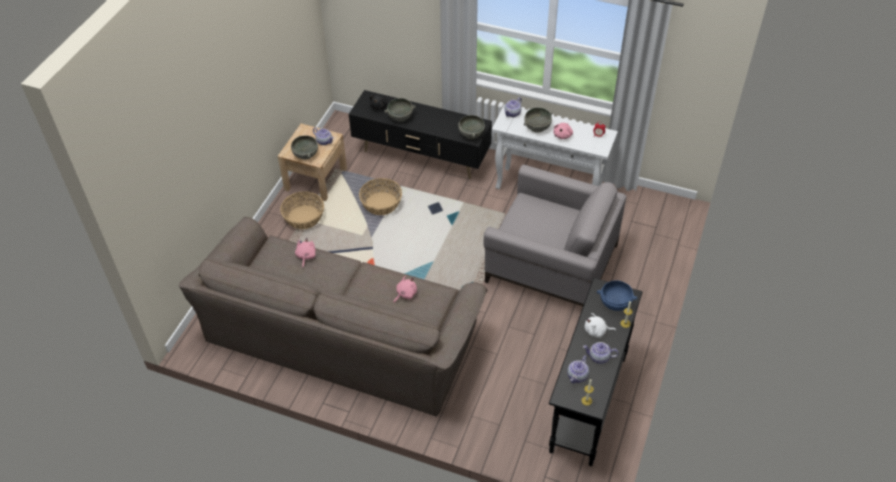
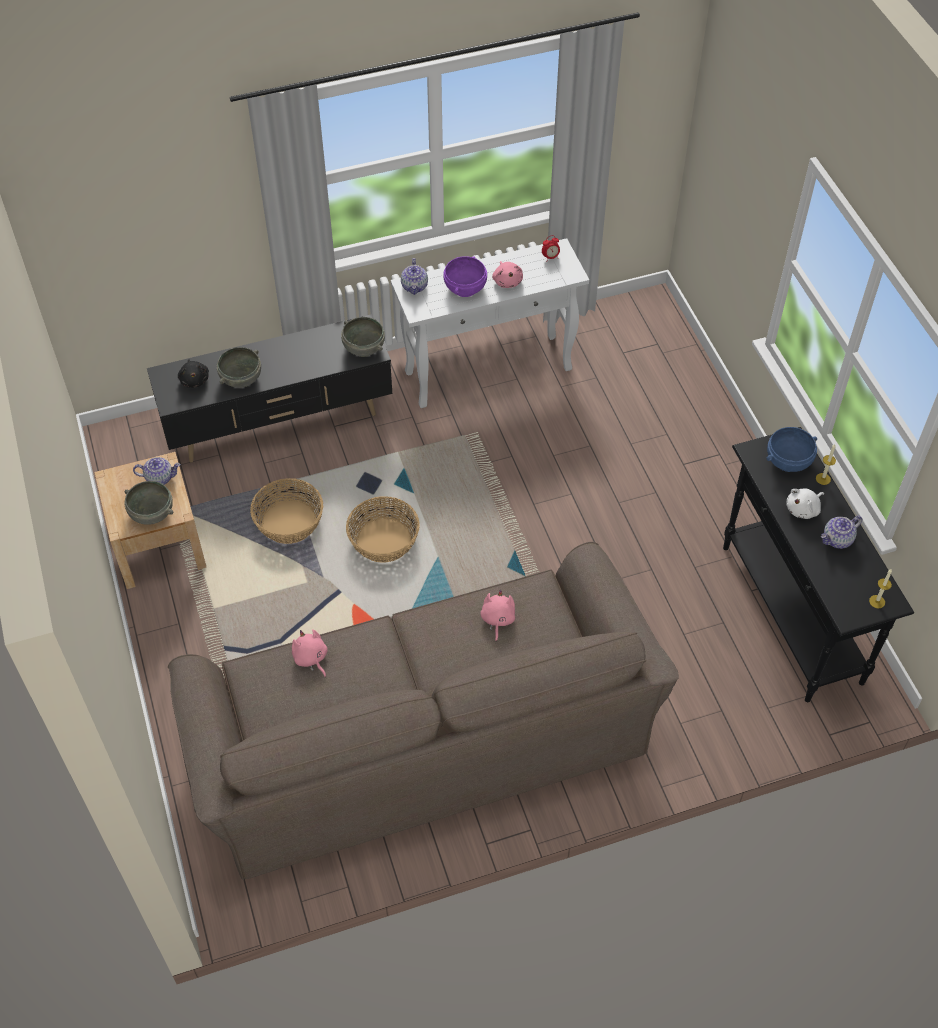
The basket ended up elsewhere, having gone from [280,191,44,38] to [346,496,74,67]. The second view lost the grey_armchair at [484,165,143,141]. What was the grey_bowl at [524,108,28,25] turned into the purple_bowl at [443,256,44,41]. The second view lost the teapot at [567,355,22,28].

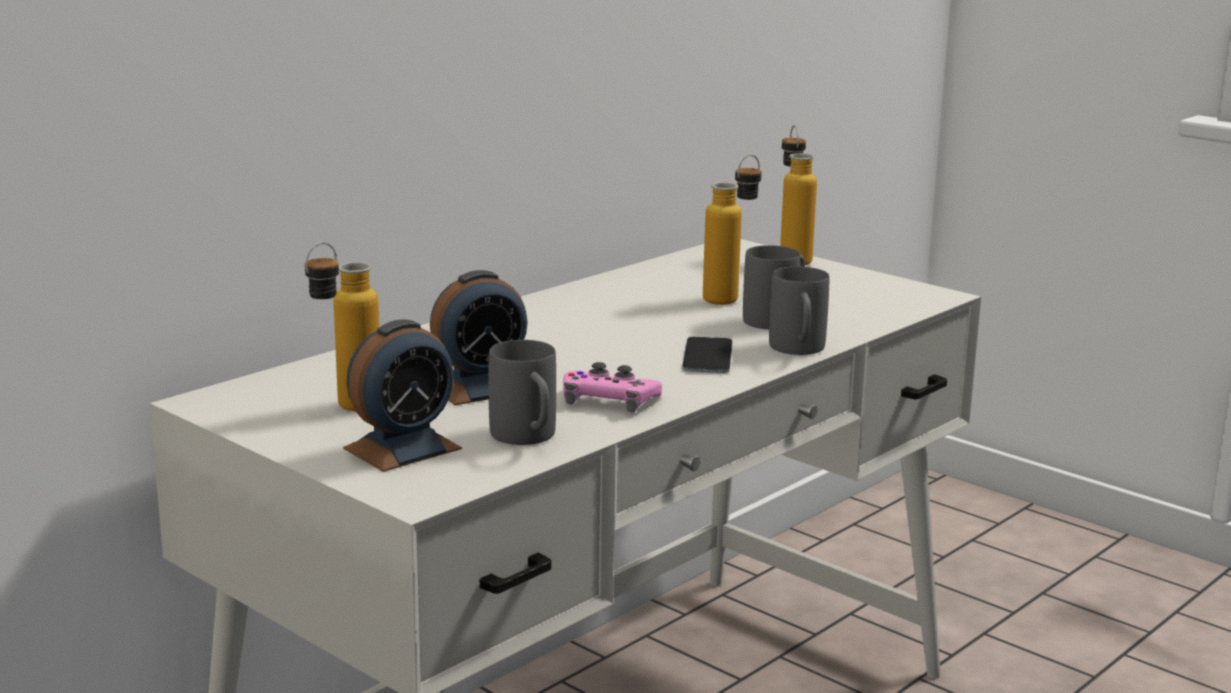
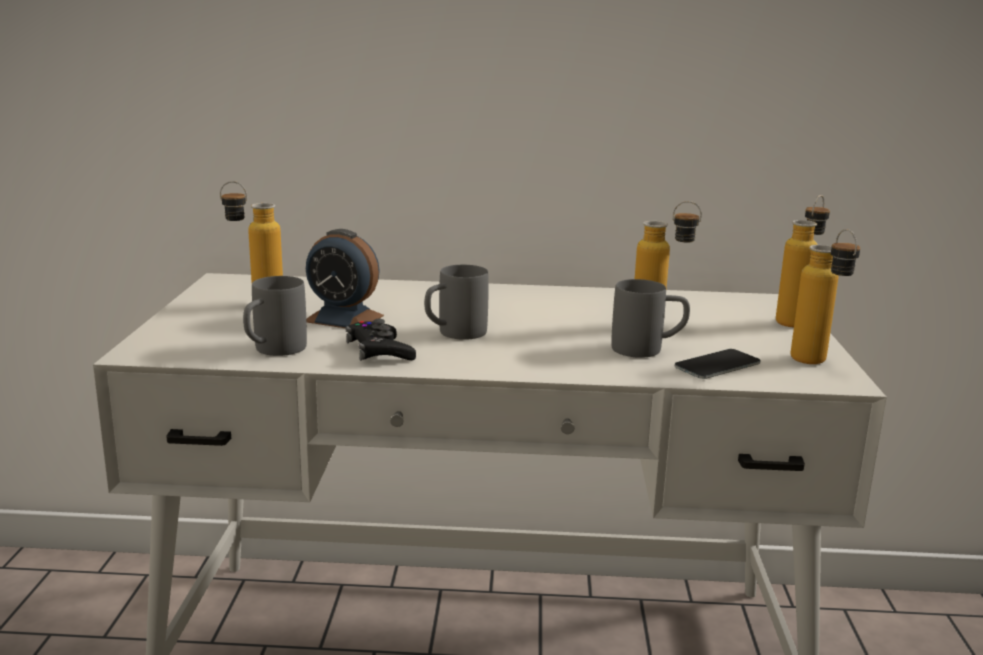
The second view lost the alarm_clock at [343,320,119,152]. What was the pink_game_controller at [563,362,99,50] turned into the black_game_controller at [345,319,71,42]. The phone ended up elsewhere, having gone from [682,337,50,36] to [675,349,85,30]. The grey_mug ended up elsewhere, having gone from [769,266,60,89] to [424,265,65,75]. The second view gained the bottle at [790,229,70,135].

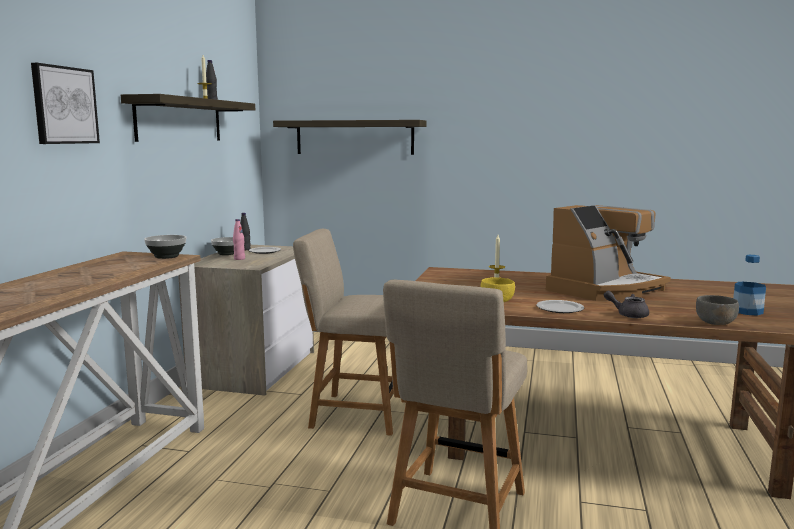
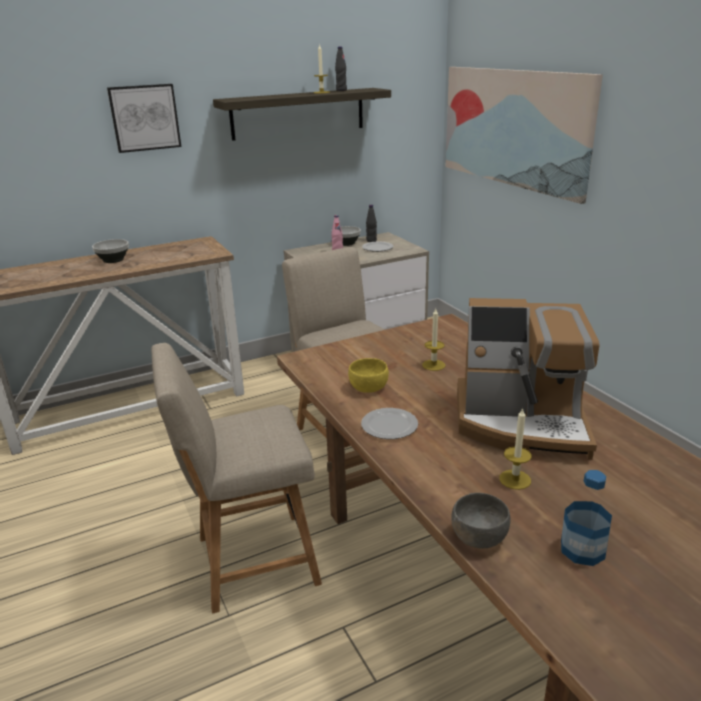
The bowl ended up elsewhere, having gone from [144,235,42,24] to [92,239,37,24]. Where the shelf hung at [273,120,154,35], the picture came to hang at [445,67,158,137]. The second view lost the grey_teapot at [604,291,45,27]. The second view gained the candle at [499,408,33,82].

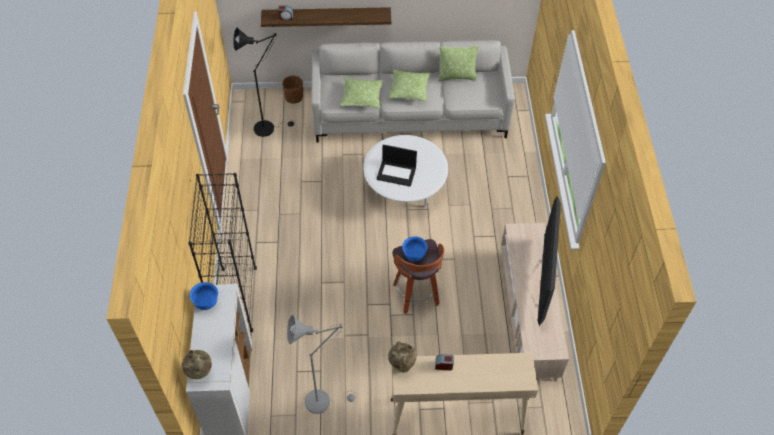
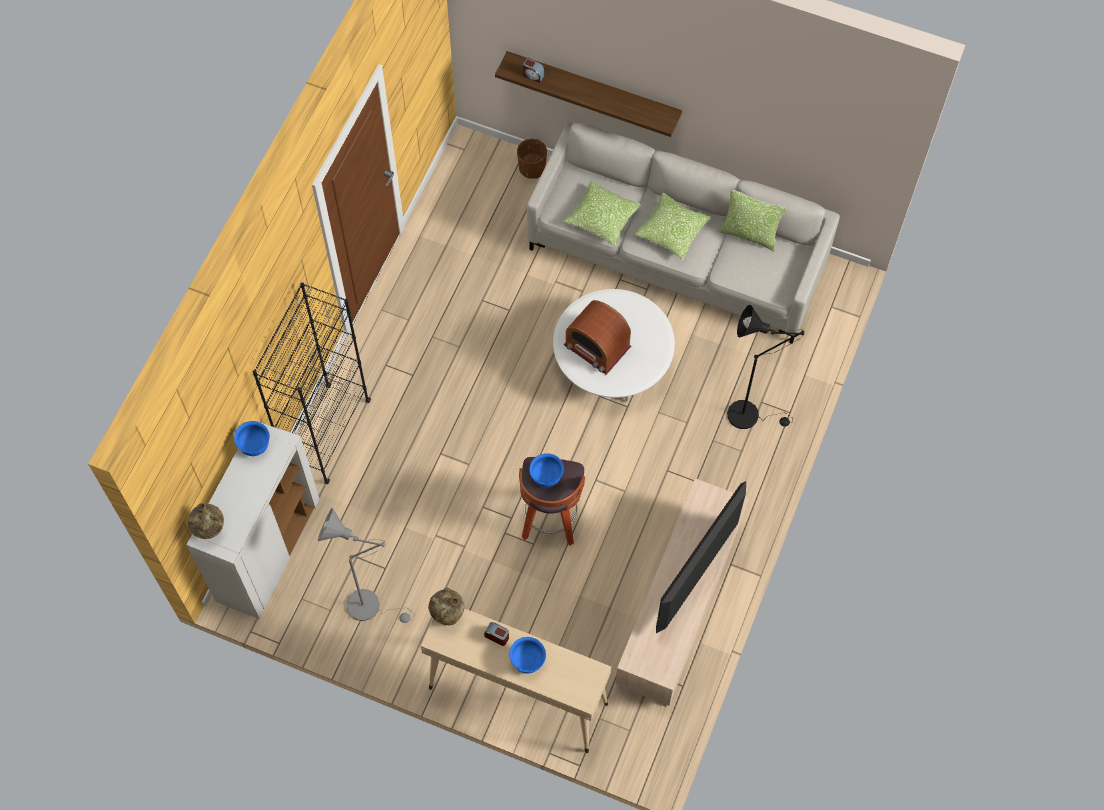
The black_floor_lamp ended up elsewhere, having gone from [233,28,63,109] to [727,305,78,124]. Where the laptop stood at [376,145,41,42], the radio came to stand at [564,300,67,75]. The second view gained the blue_bowl at [510,637,36,37].

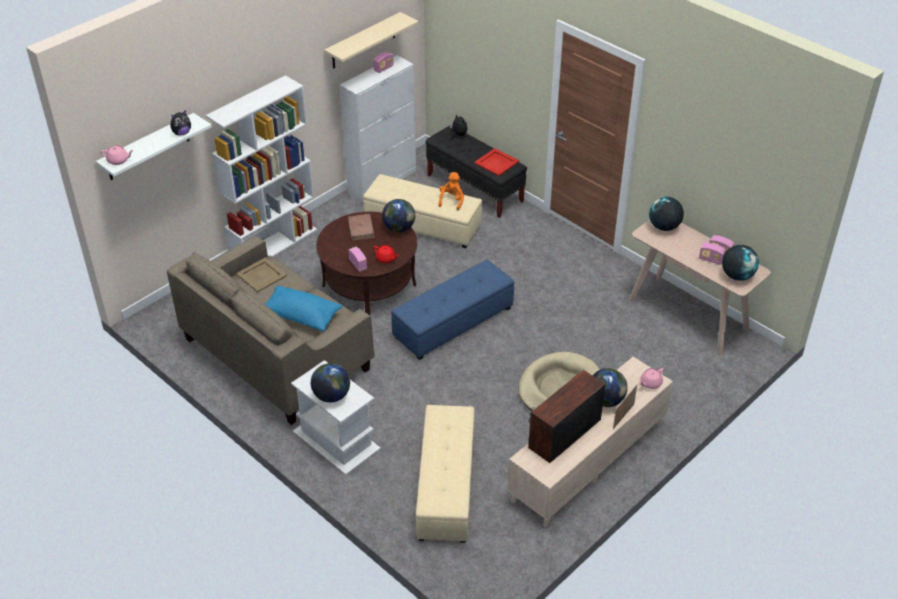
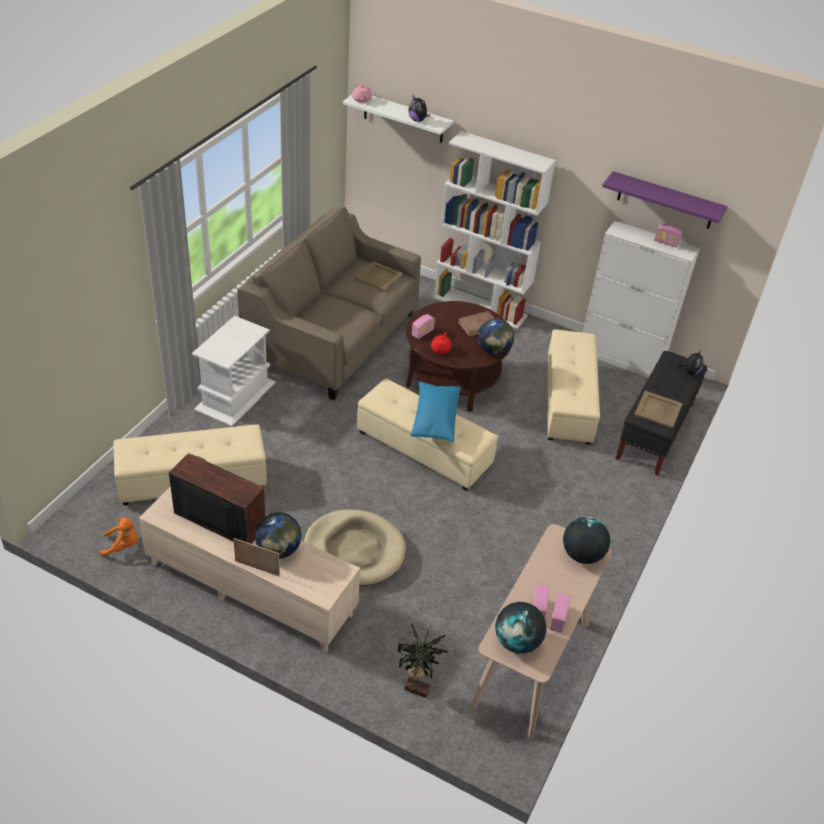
The blue_pillow ended up elsewhere, having gone from [265,286,78,46] to [410,382,51,60]. The second view lost the globe at [311,363,39,40]. What was the beige_shelf at [324,12,95,57] turned into the purple_shelf at [602,171,126,58]. What was the blue_ottoman at [391,260,123,100] turned into the beige_ottoman at [357,378,141,113]. The orange_plush_toy ended up elsewhere, having gone from [438,172,26,38] to [99,518,39,38]. What was the red_tray at [474,148,45,28] turned into the beige_tray at [634,391,49,37]. The second view lost the pink_teapot at [639,368,25,21]. The second view gained the potted_plant at [398,623,50,75].

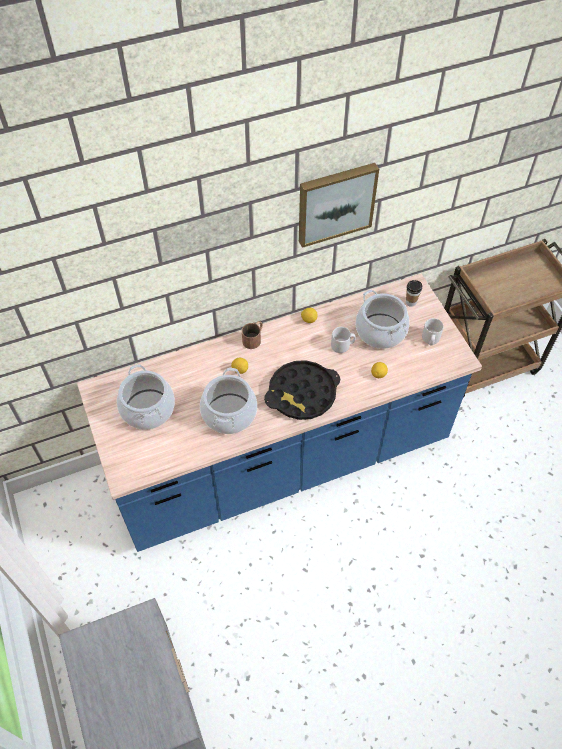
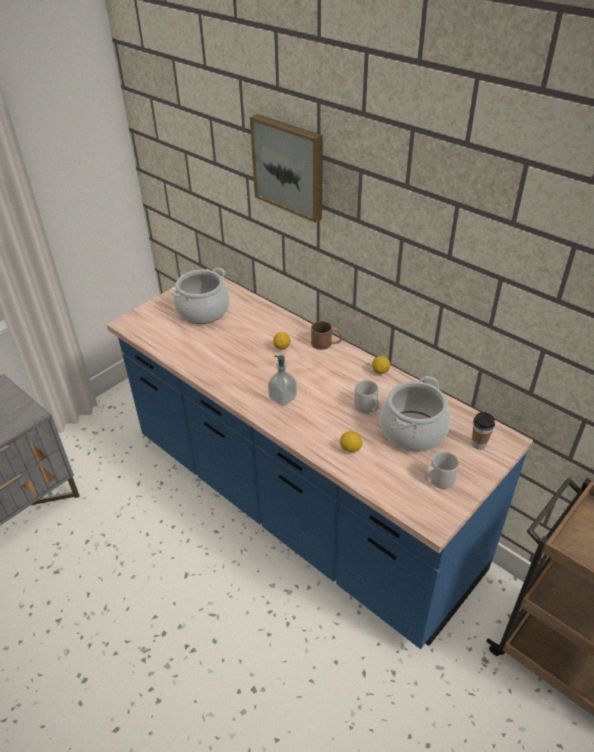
The second view lost the cooking_pot at [200,368,57,66]. Where the black_tray stood at [264,360,76,60], the soap_dispenser came to stand at [268,355,29,51]. The picture ended up elsewhere, having gone from [299,163,80,85] to [250,114,73,109].

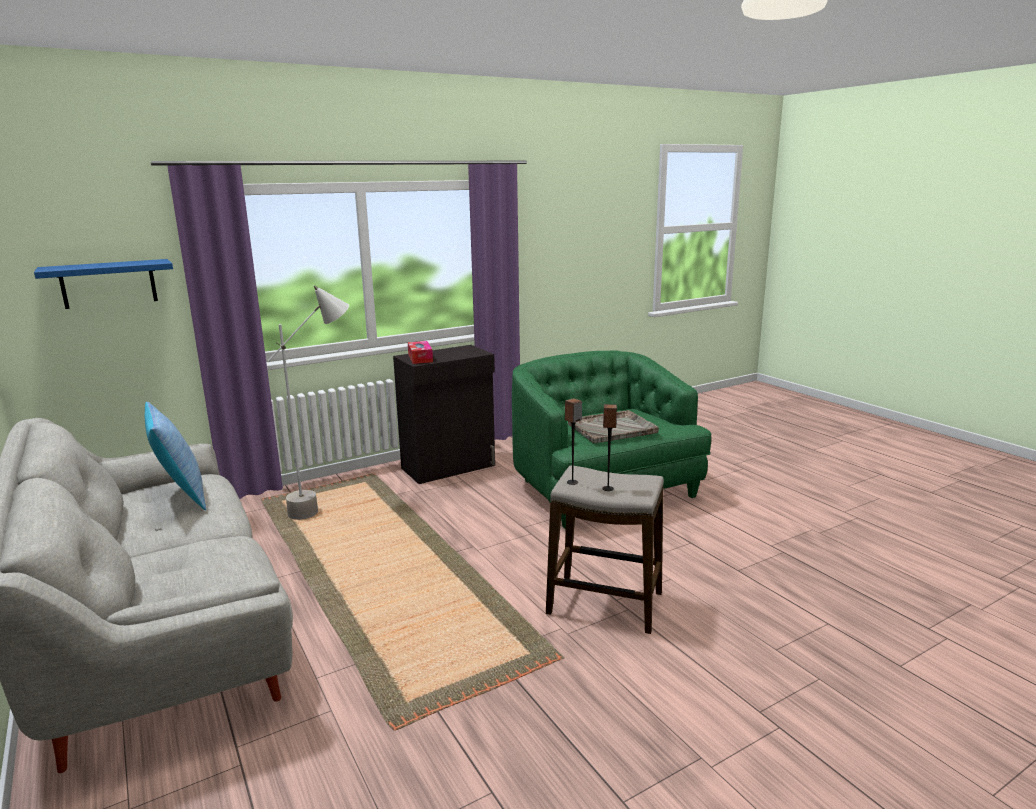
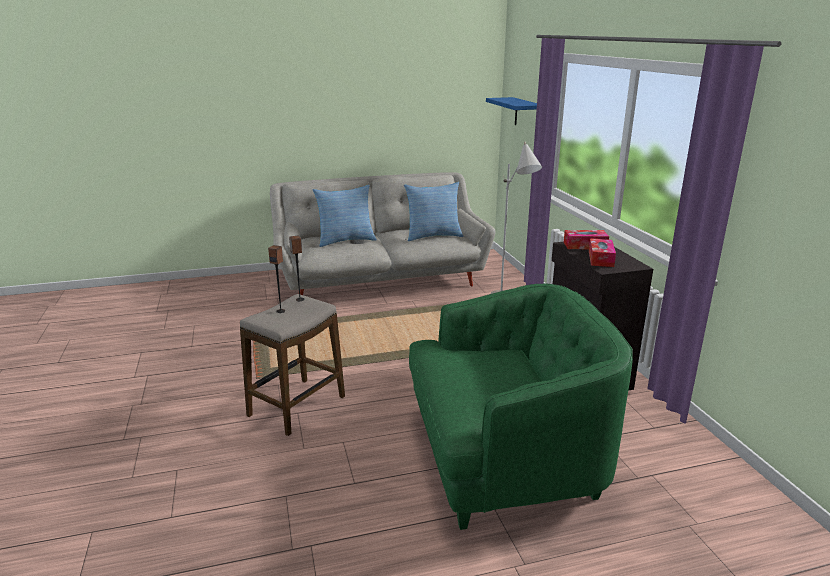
The second view lost the grey_tray at [568,410,91,33]. The second view gained the pillow at [313,185,64,62]. The second view gained the tissue_box at [589,238,27,29].

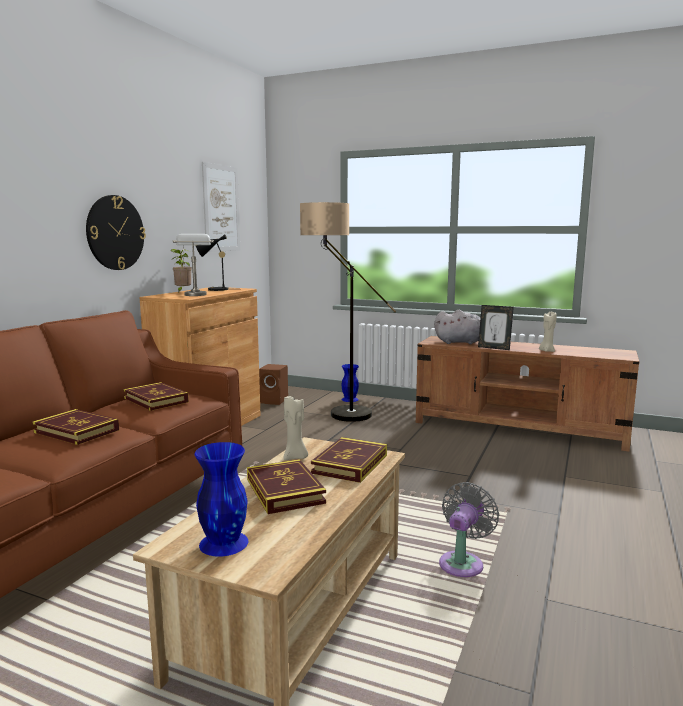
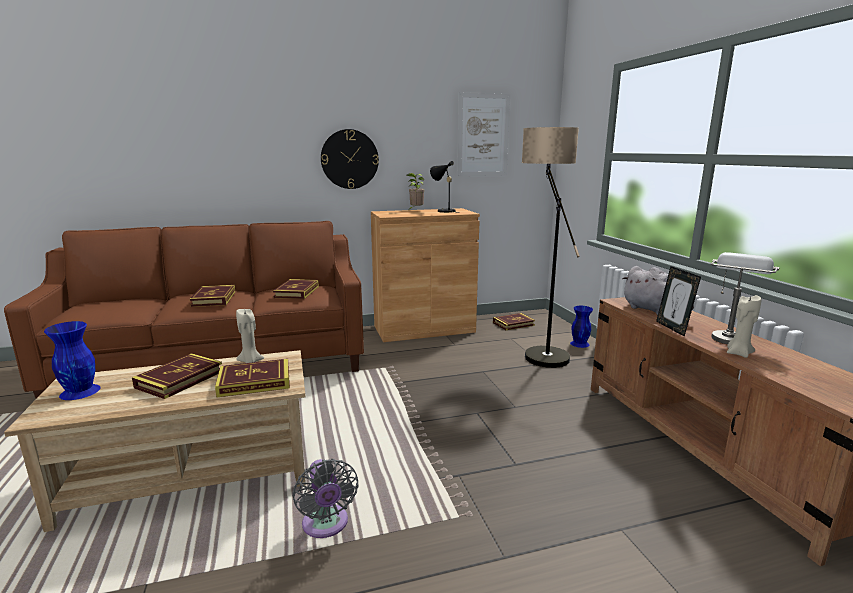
The grey_table_lamp ended up elsewhere, having gone from [173,234,41,62] to [711,252,69,92]. Where the brown_speaker stood at [259,364,29,41], the book came to stand at [493,313,42,17]. The grey_fan at [439,482,60,95] ended up facing another way, 75 degrees clockwise from before.

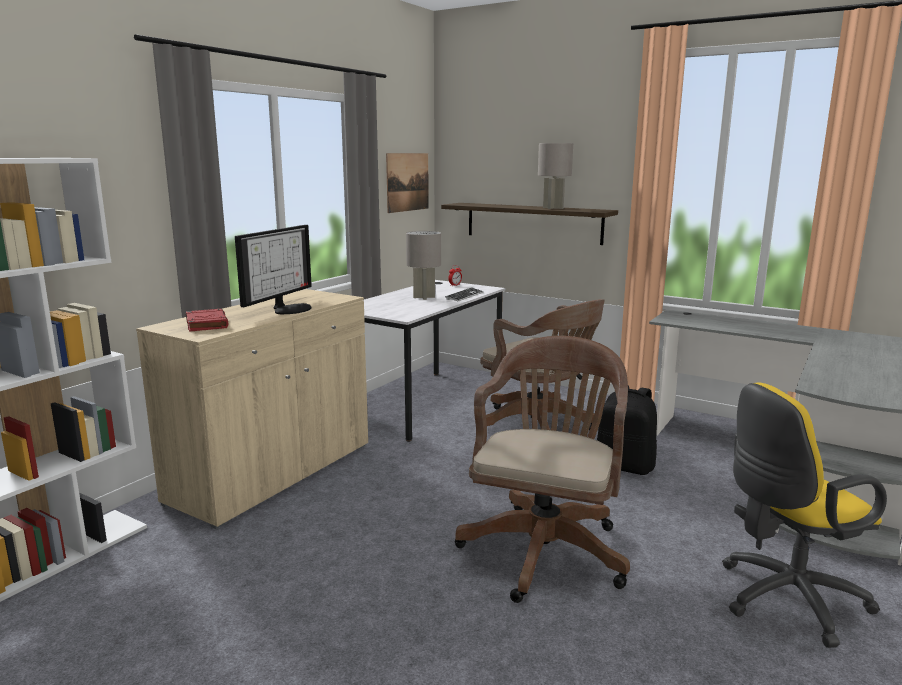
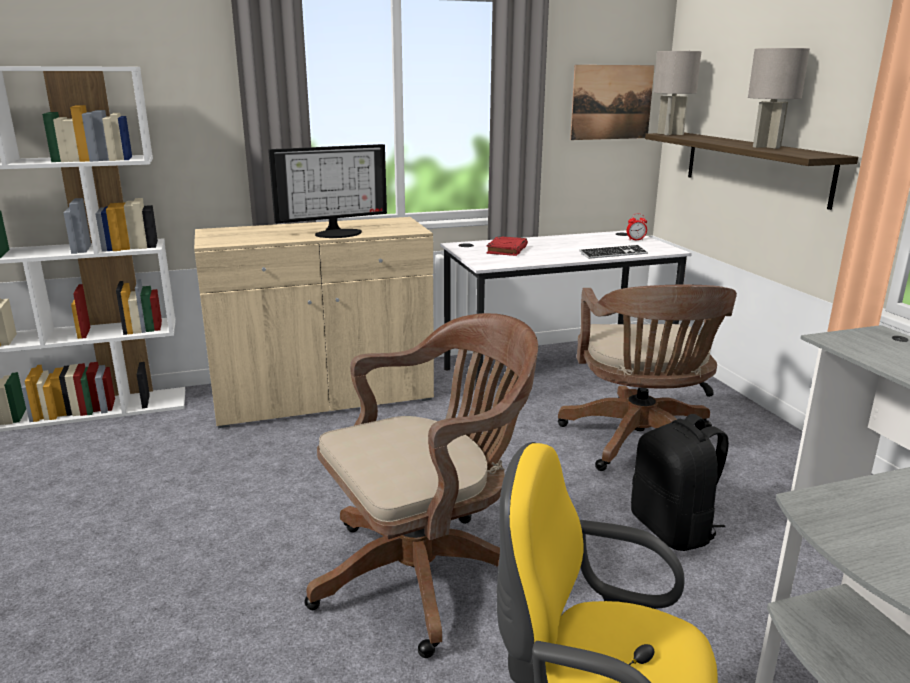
The red_book ended up elsewhere, having gone from [186,309,42,23] to [486,236,42,20]. The grey_table_lamp ended up elsewhere, having gone from [406,231,35,69] to [653,51,48,84].

